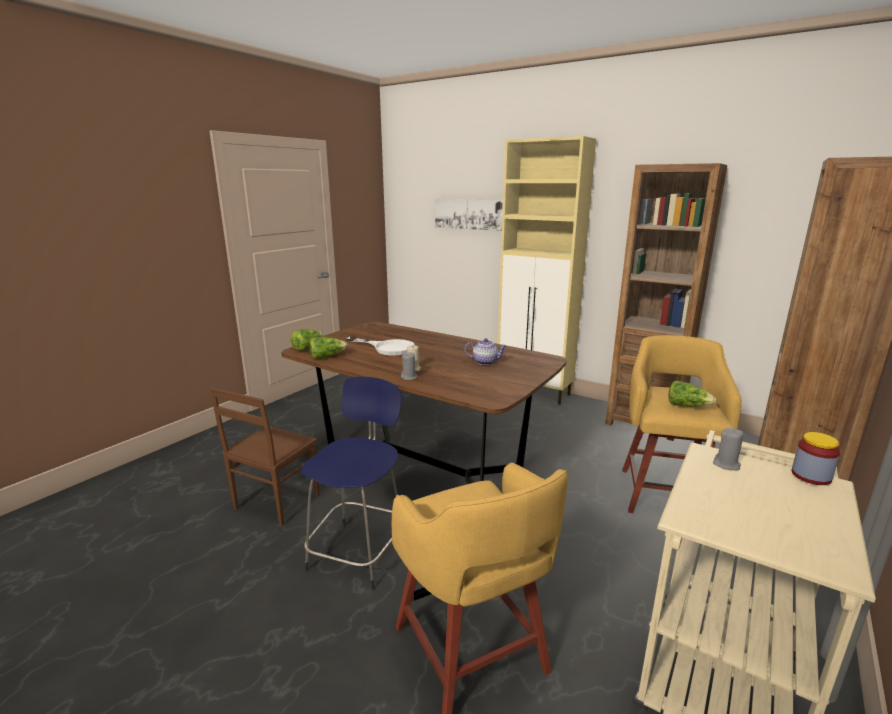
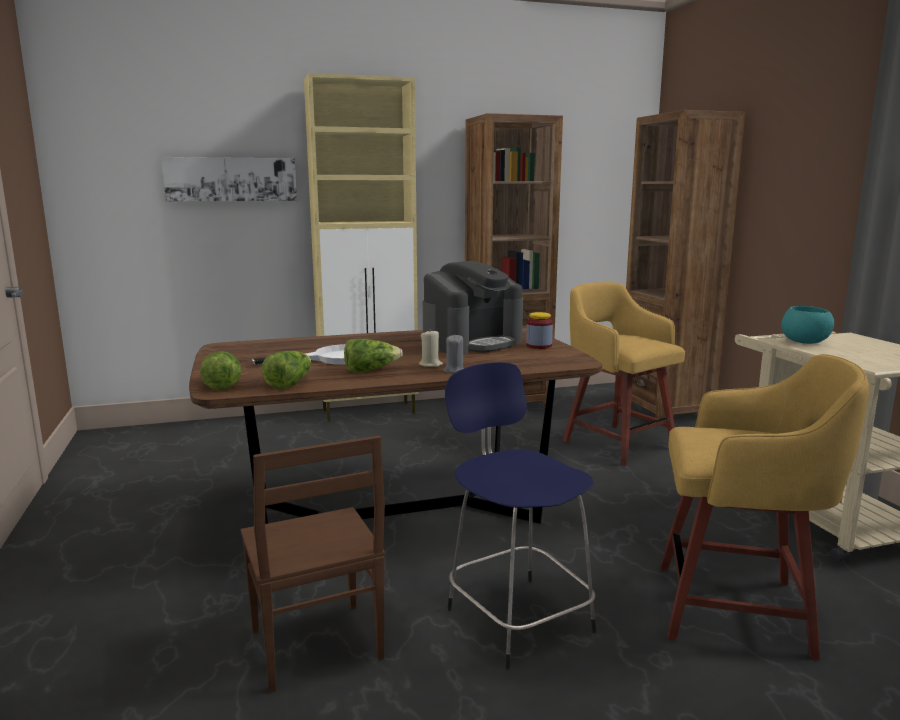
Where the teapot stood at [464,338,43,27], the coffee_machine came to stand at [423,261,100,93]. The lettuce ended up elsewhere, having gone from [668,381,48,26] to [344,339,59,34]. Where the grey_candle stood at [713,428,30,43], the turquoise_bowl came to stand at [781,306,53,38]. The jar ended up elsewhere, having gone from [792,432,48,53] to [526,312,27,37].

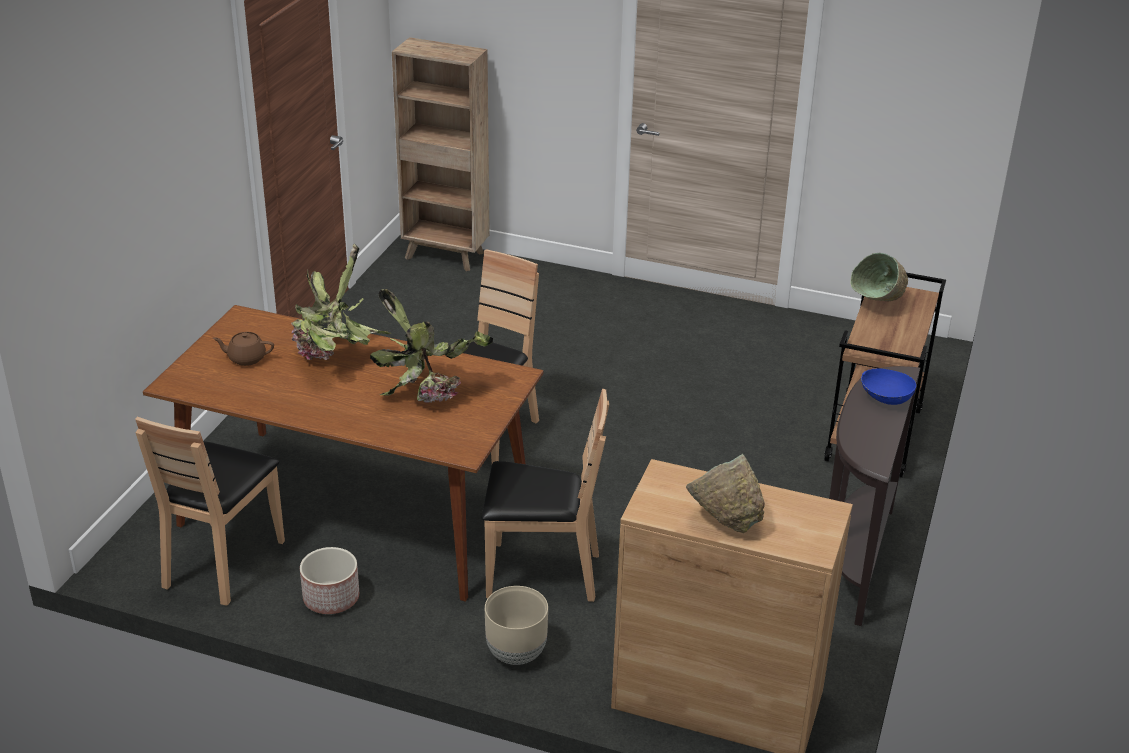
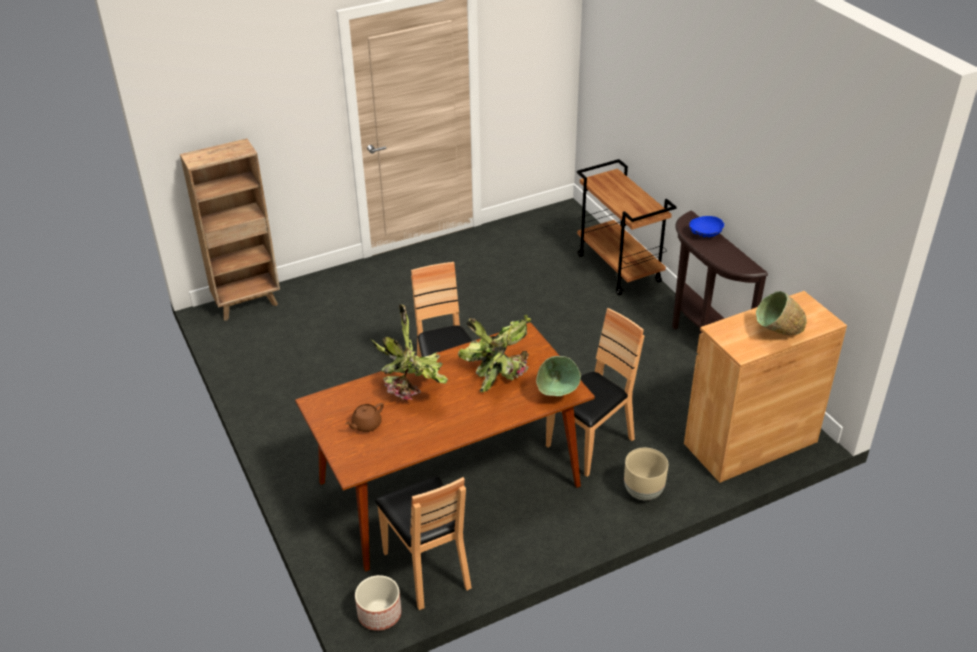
The planter ended up elsewhere, having gone from [300,547,59,67] to [355,575,46,56]. The green_bowl ended up elsewhere, having gone from [850,253,58,49] to [536,356,45,40].

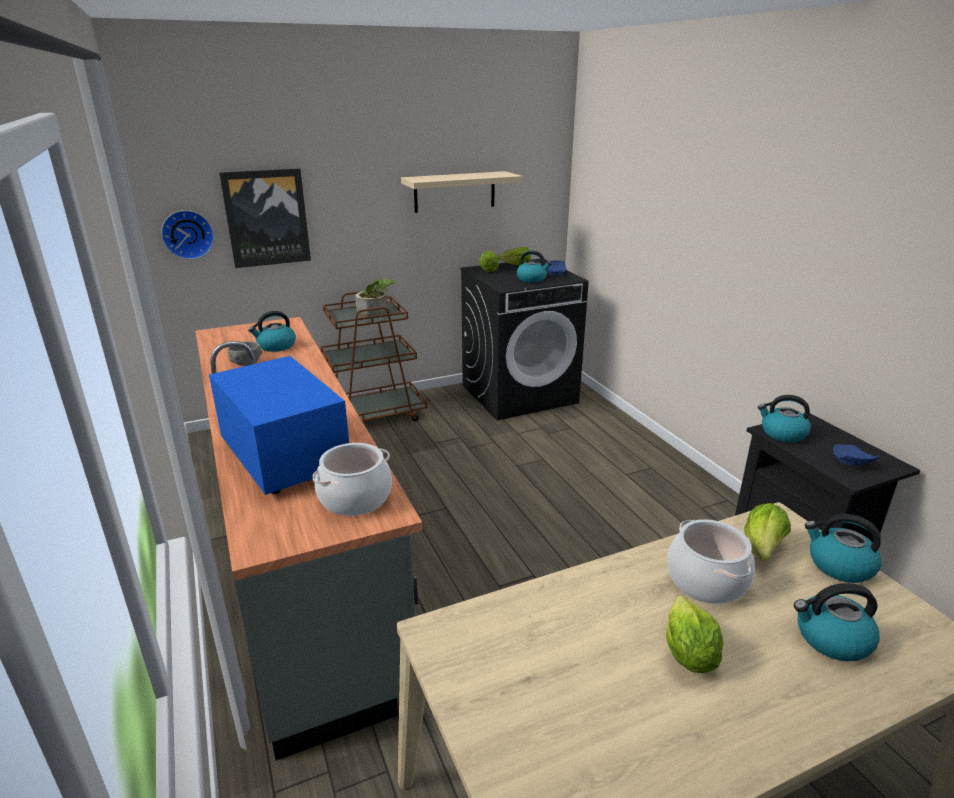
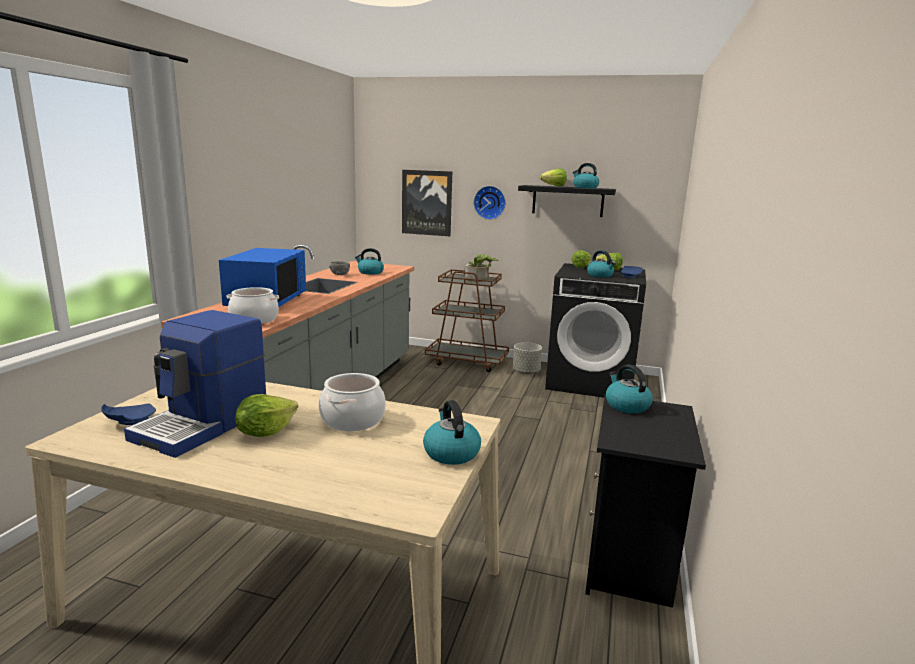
The wall_clock ended up elsewhere, having gone from [161,210,53,50] to [473,186,33,34]. What was the beige_shelf at [401,171,122,42] turned into the black_shelf at [518,185,98,32]. The lettuce ended up elsewhere, having gone from [744,503,47,58] to [540,168,27,18]. The kettle ended up elsewhere, having gone from [794,583,86,79] to [573,163,26,25]. The blue_plate ended up elsewhere, having gone from [833,444,47,22] to [101,404,55,21]. The second view gained the coffee_machine at [124,310,142,148]. The second view gained the grey_planter at [513,342,29,32].

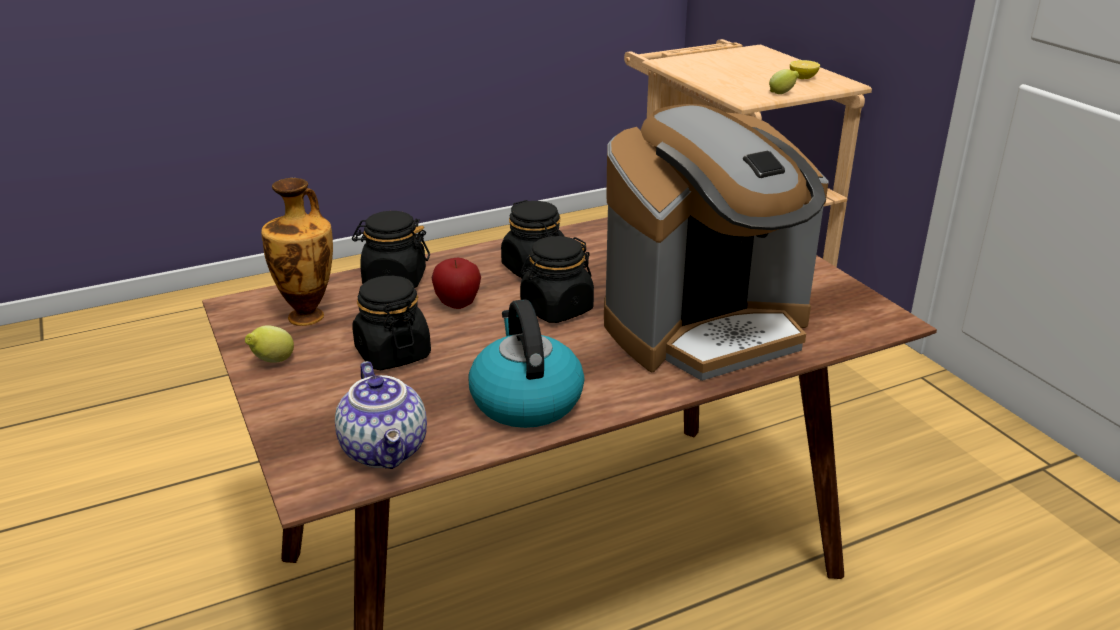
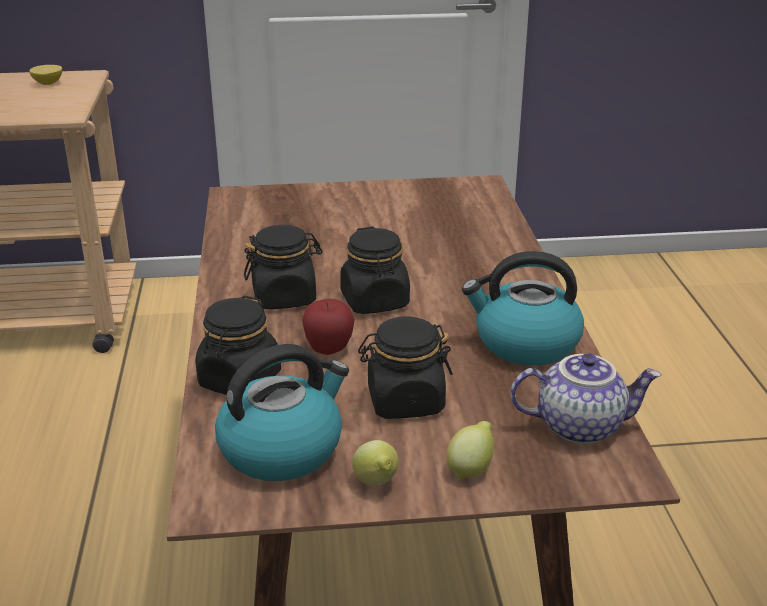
Where the vase stood at [261,178,72,148], the kettle came to stand at [215,344,134,137]. The second view lost the coffee_machine at [604,104,224,277]. The lemon ended up elsewhere, having gone from [769,69,30,25] to [446,421,48,60].

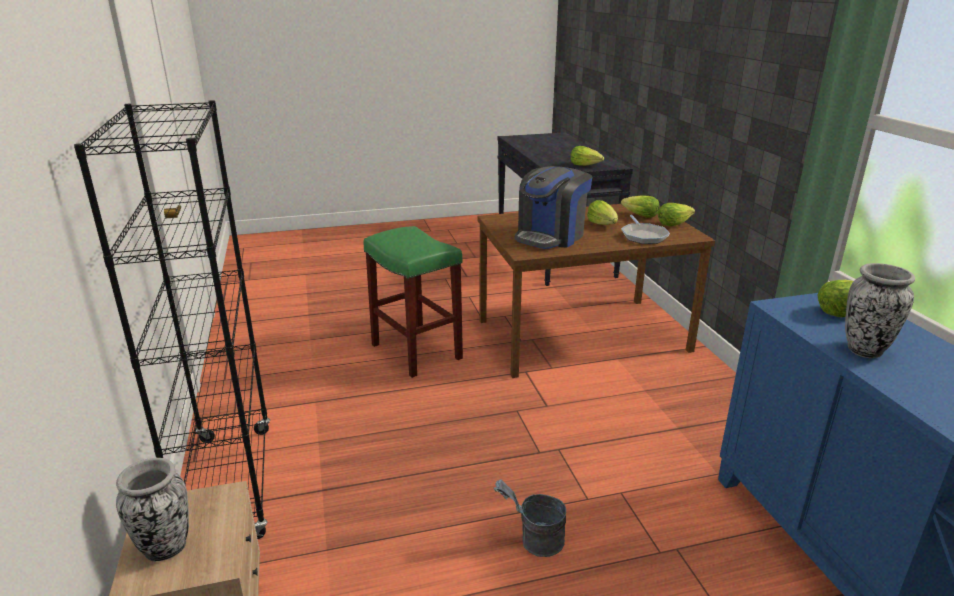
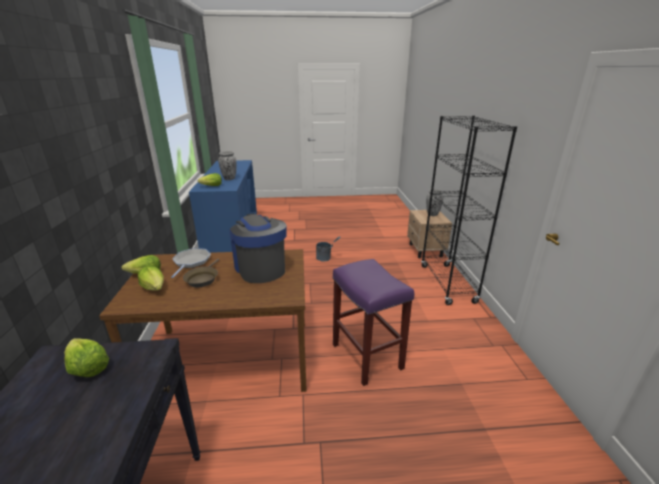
What was the green_stool at [364,226,99,152] turned into the purple_stool at [333,259,81,127]. The coffee_machine at [515,166,77,83] ended up facing another way, 75 degrees counterclockwise from before. Where the lettuce stood at [587,200,31,25], the brown_frying_pan came to stand at [183,258,36,29].

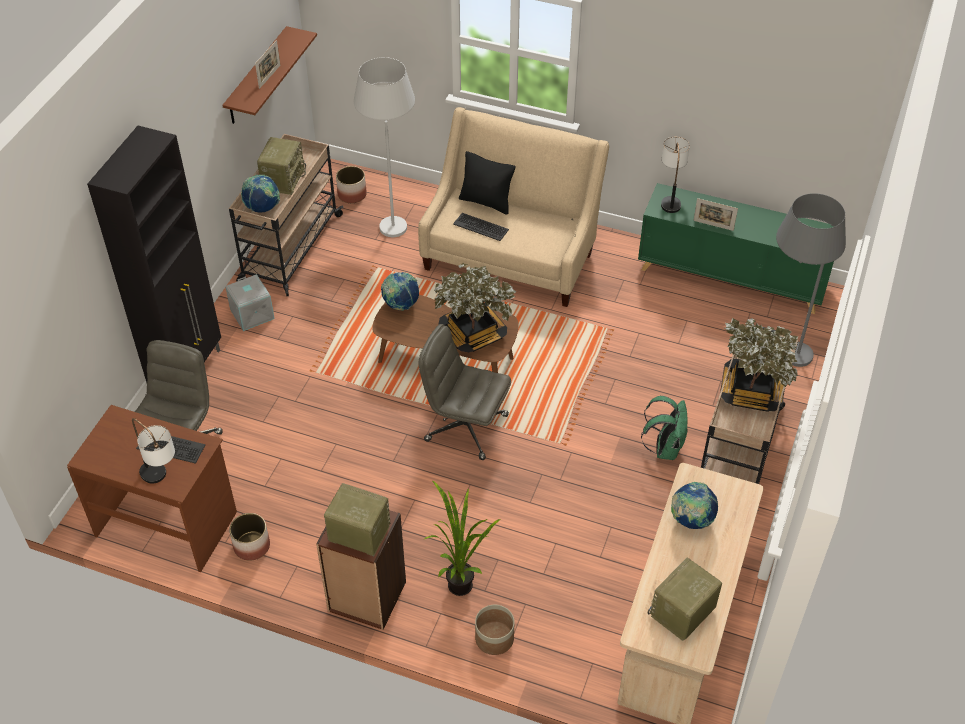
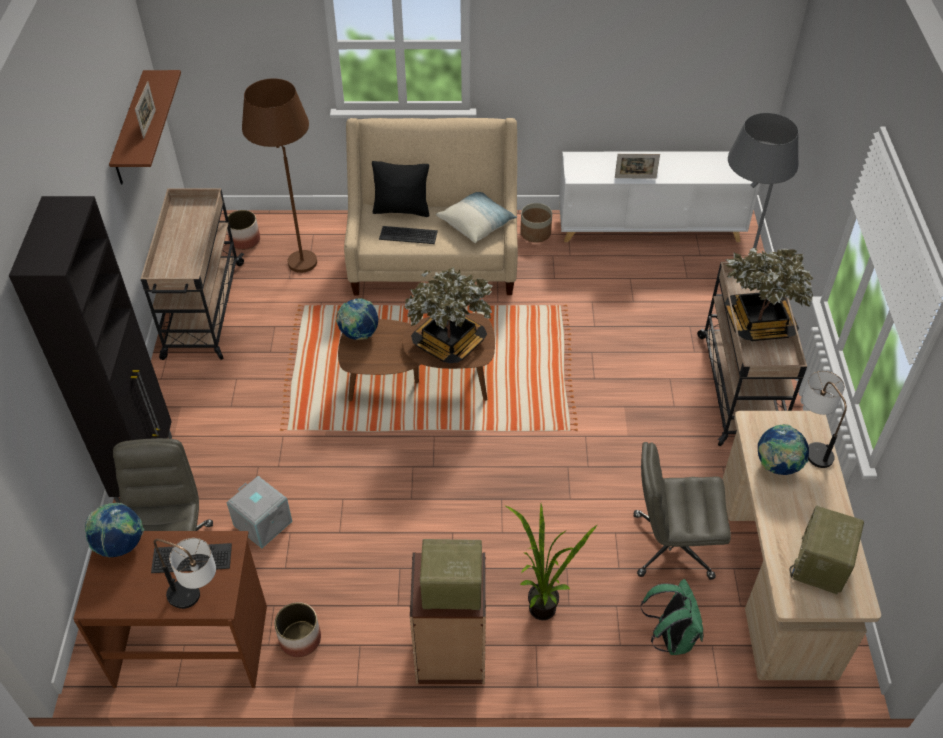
The grey_storage_box ended up elsewhere, having gone from [225,274,50,57] to [226,476,66,72]. The globe ended up elsewhere, having gone from [241,175,39,38] to [85,503,59,54]. The second view lost the radio at [257,137,49,58]. What was the white_floor_lamp at [354,57,61,180] turned into the brown_floor_lamp at [242,78,75,195]. The grey_office_chair ended up elsewhere, having gone from [419,324,92,136] to [633,442,98,138]. The planter ended up elsewhere, having gone from [475,605,40,50] to [520,203,32,40]. What was the green_cabinet at [638,183,196,131] turned into the white_cabinet at [559,151,201,91]. The green_backpack ended up elsewhere, having gone from [641,396,47,64] to [640,579,63,76]. The table_lamp ended up elsewhere, having gone from [661,137,29,76] to [802,371,45,97]. The second view gained the pillow at [436,192,81,51].

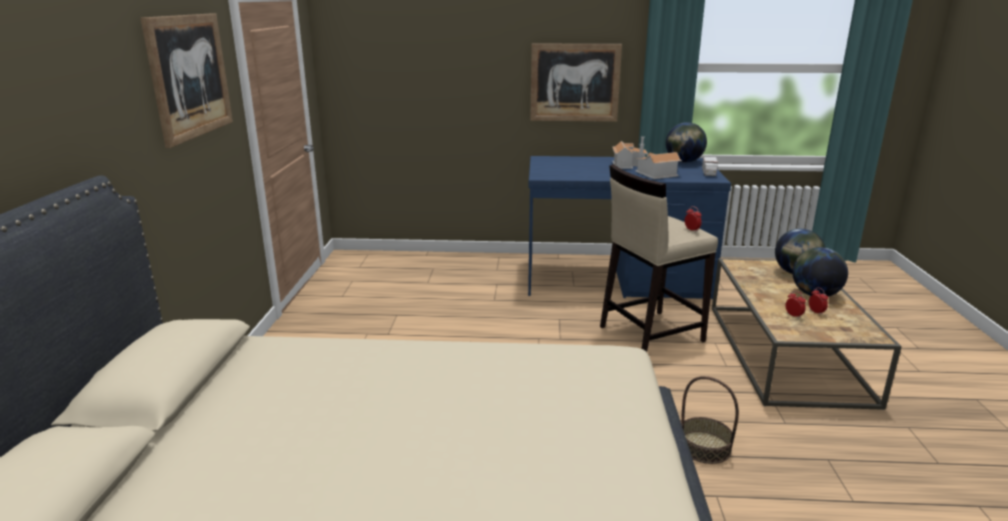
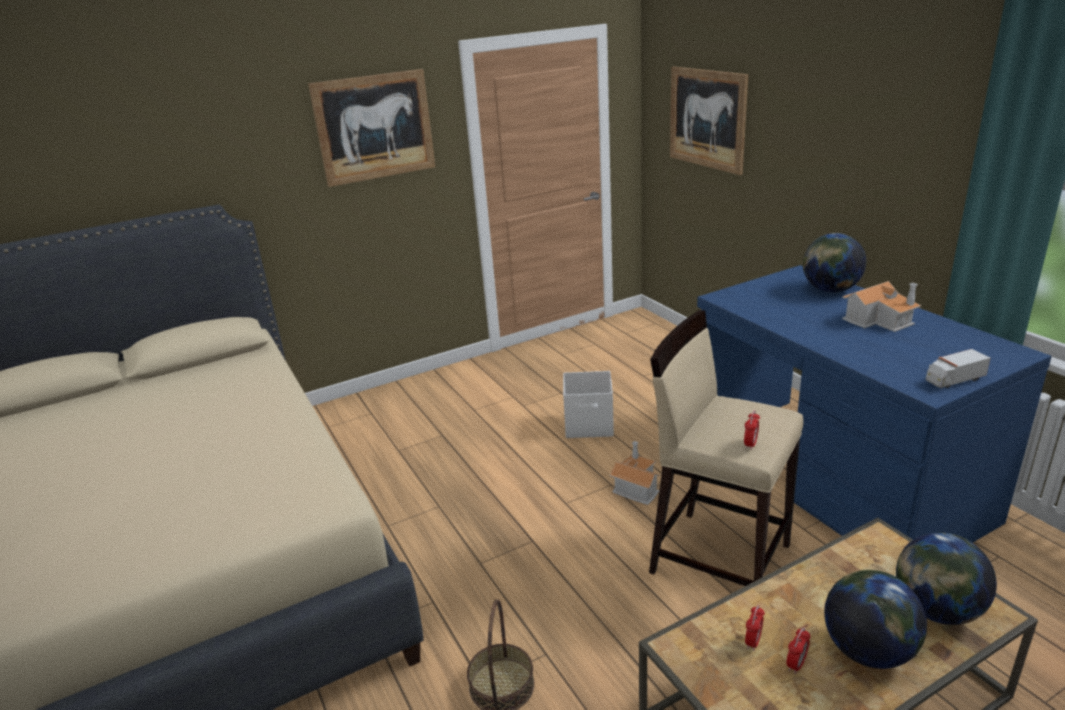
The picture ended up elsewhere, having gone from [530,44,92,78] to [670,67,79,108]. The toy_house ended up elsewhere, having gone from [634,144,48,35] to [609,441,51,64]. The globe ended up elsewhere, having gone from [666,122,41,41] to [803,233,63,60]. The second view gained the white_storage_box at [563,371,51,67].

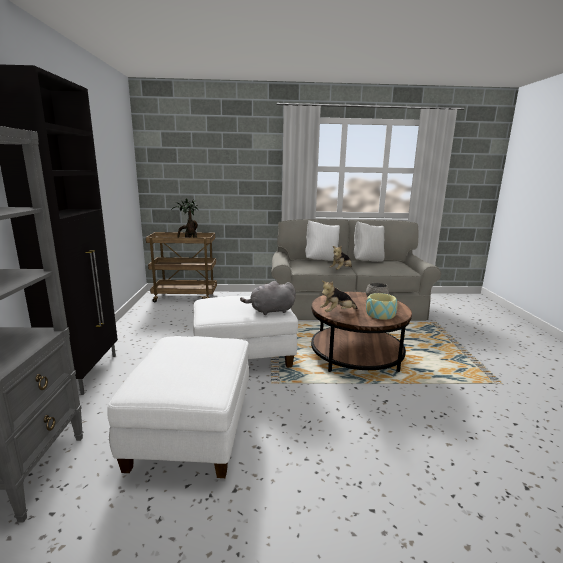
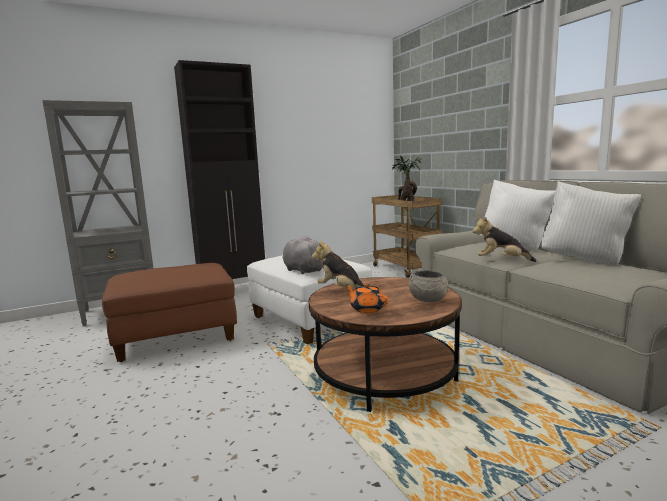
What was the white_ottoman at [107,336,142,142] turned into the brown_ottoman at [102,263,135,99]. Where the bowl stood at [366,293,31,27], the orange_teapot came to stand at [346,283,42,30].

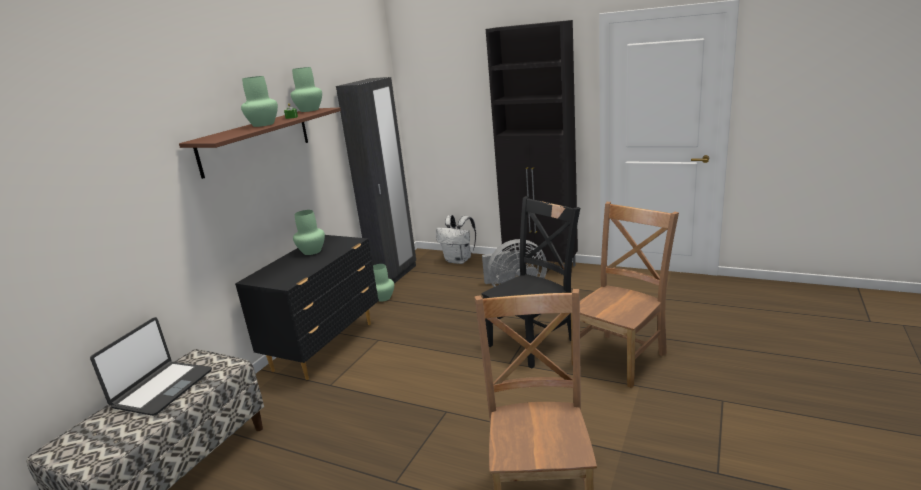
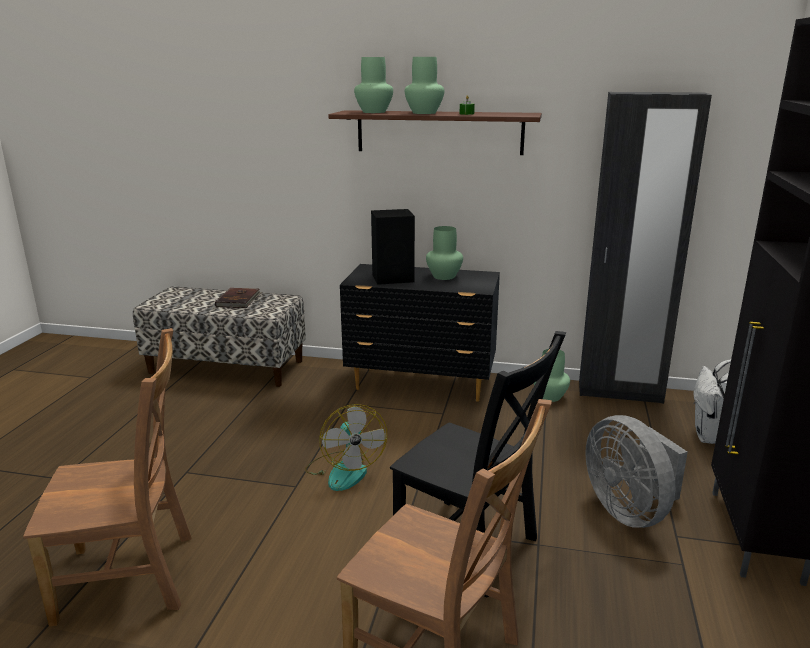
Where the laptop stood at [90,317,122,99], the brown_book came to stand at [215,288,47,20]. The green_vase ended up elsewhere, having gone from [291,67,31,45] to [354,57,39,56]. The second view gained the fan at [305,404,82,87]. The second view gained the black_speaker at [371,209,44,76].

